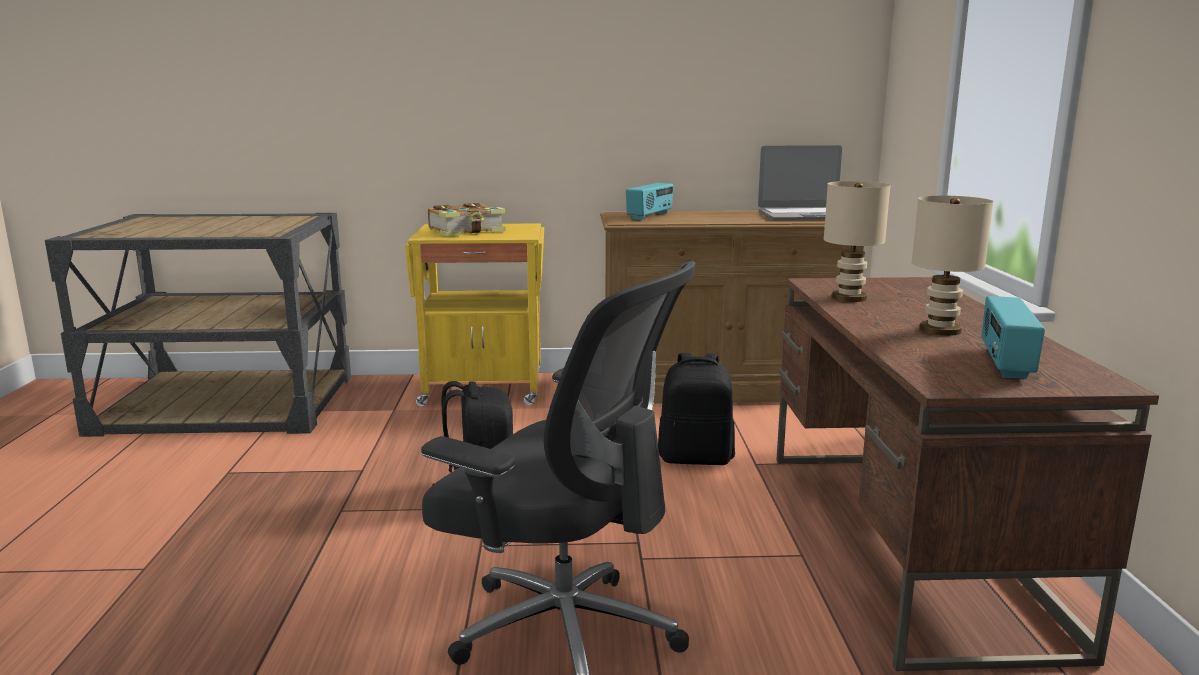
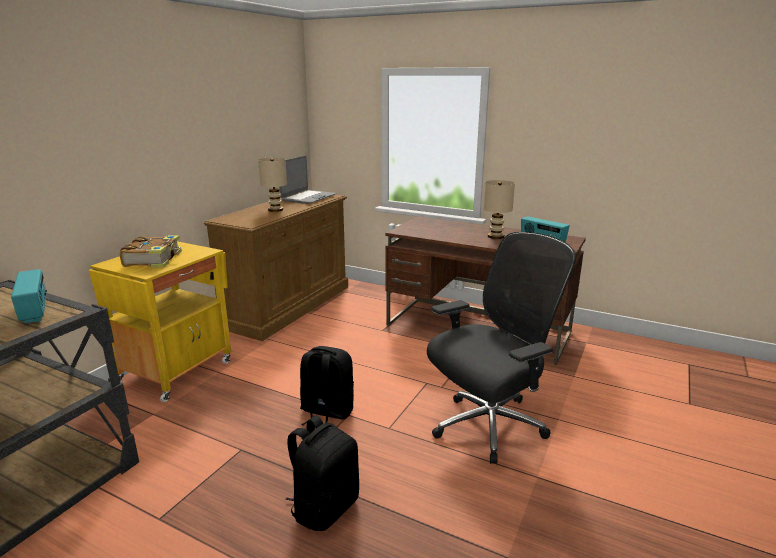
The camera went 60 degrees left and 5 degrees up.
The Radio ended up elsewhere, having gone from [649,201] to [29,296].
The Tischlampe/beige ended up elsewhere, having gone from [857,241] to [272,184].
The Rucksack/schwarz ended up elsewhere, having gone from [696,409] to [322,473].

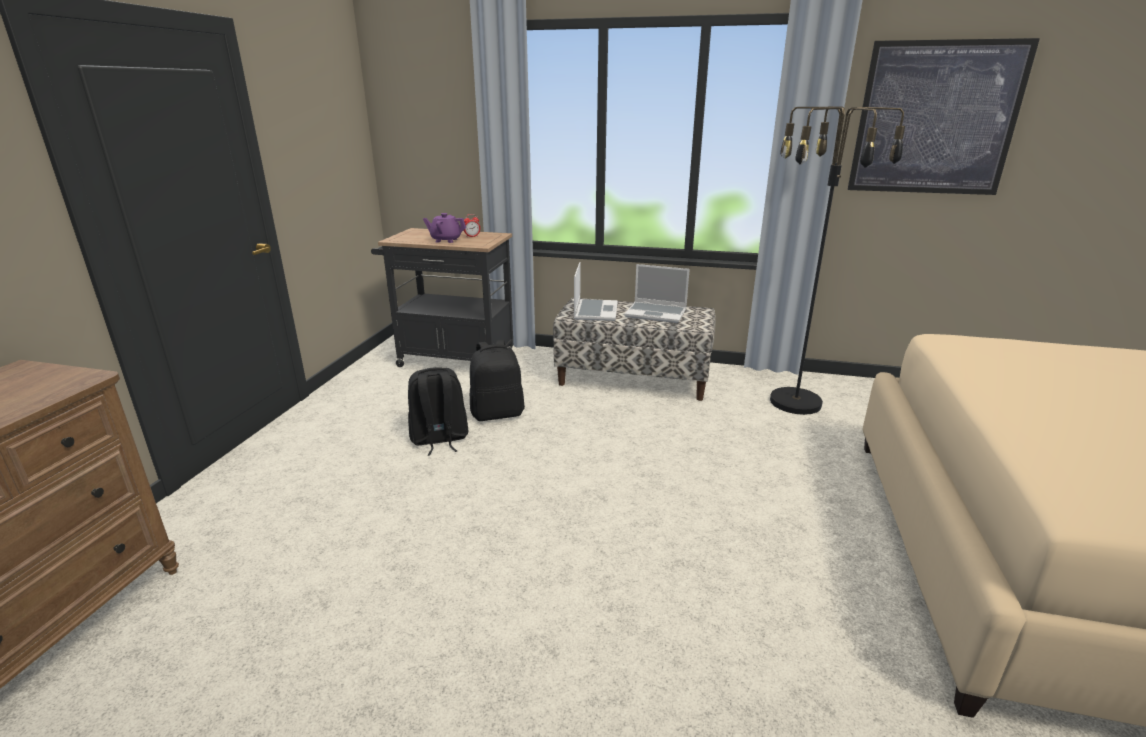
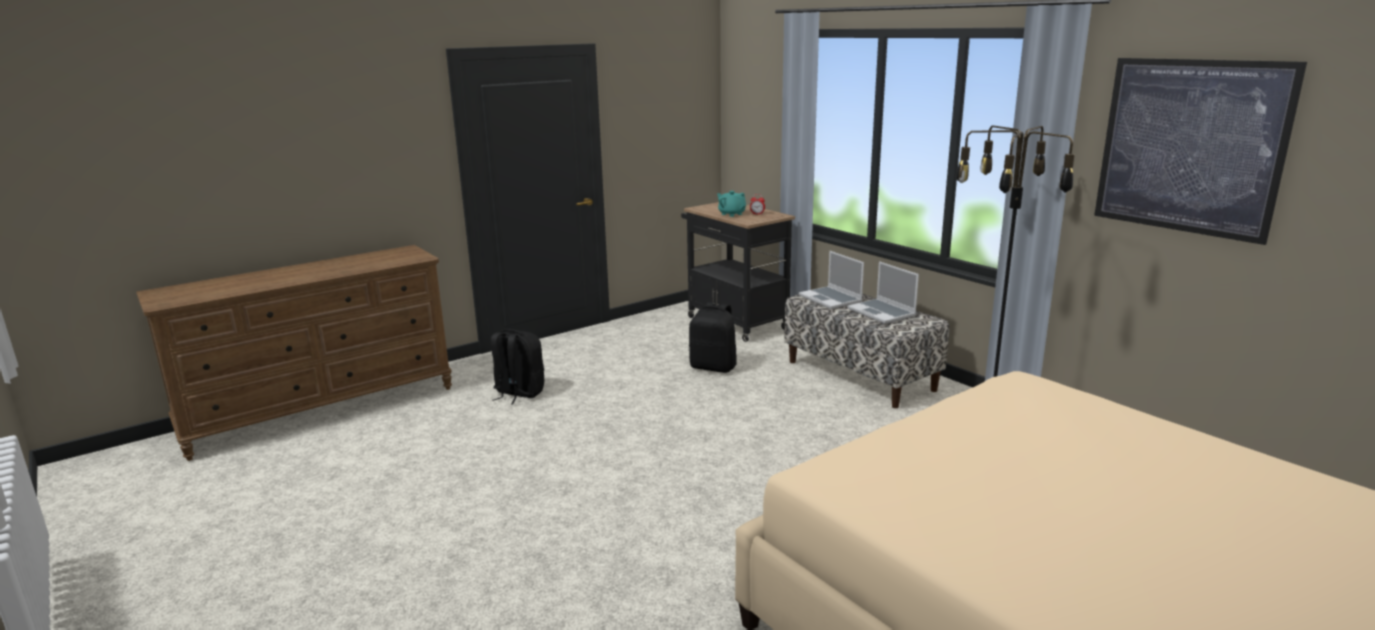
The camera went 40 degrees right and 5 degrees down.
The Rucksack/schwarz ended up elsewhere, having gone from [438,411] to [517,366].
What was the Teekanne/lila at [444,228] turned into the Teekanne/türkis at [731,204].
The Laptop at [596,291] ended up facing another way, 105 degrees clockwise from before.

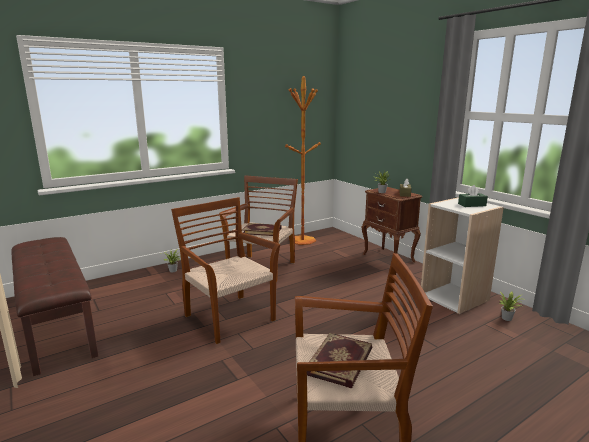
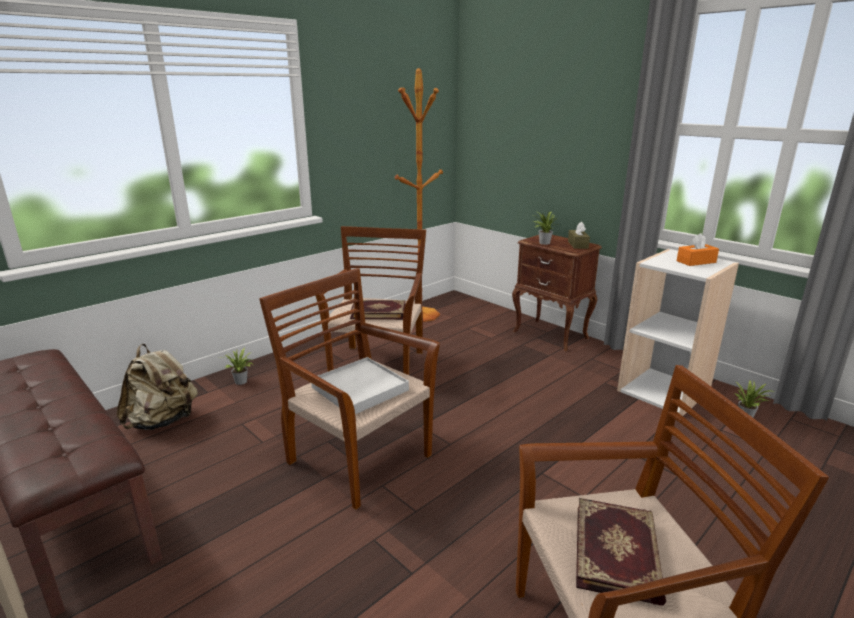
The camera went 10 degrees left and 5 degrees up.
The second view gained the Rucksack/beige at [157,387].
The second view gained the Tablett/weiß at [360,385].
What was the Taschentuchbox/grün at [473,196] turned into the Taschentuchbox/orange at [698,249].

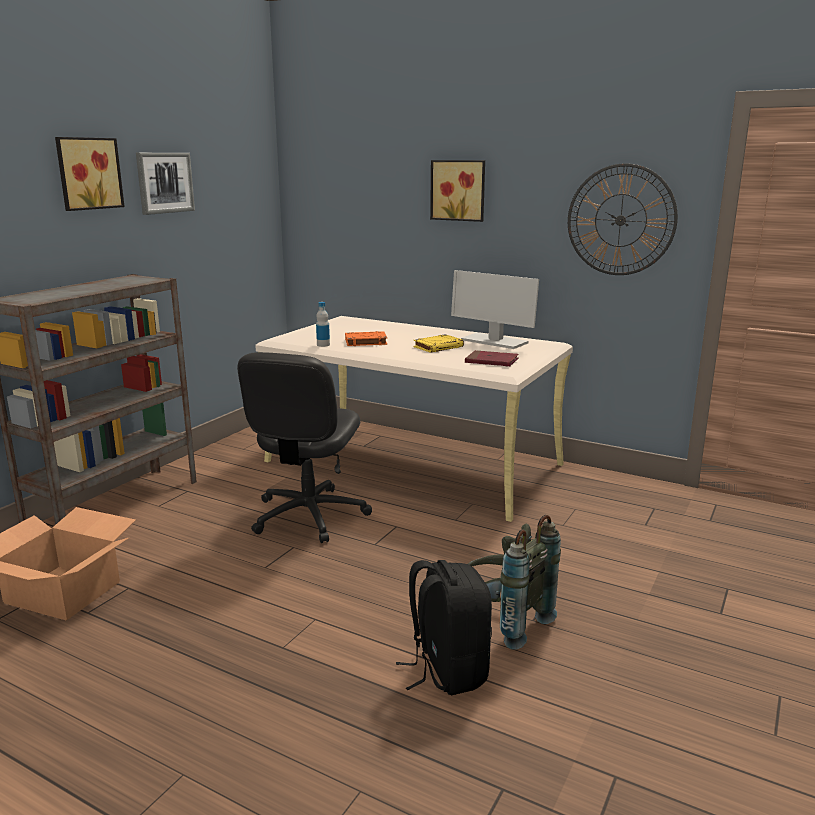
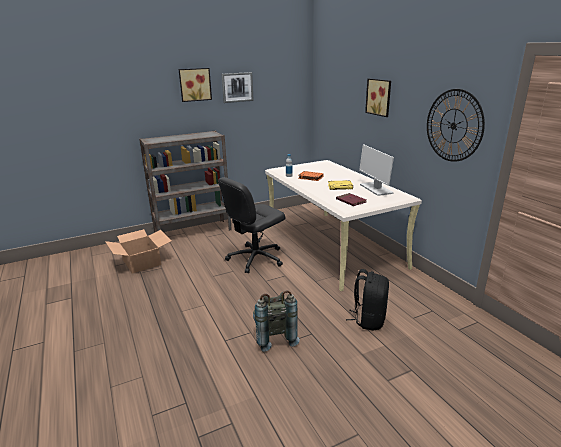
The camera went 35 degrees right and 5 degrees up.
The Rucksack/schwarz ended up elsewhere, having gone from [444,627] to [367,299].

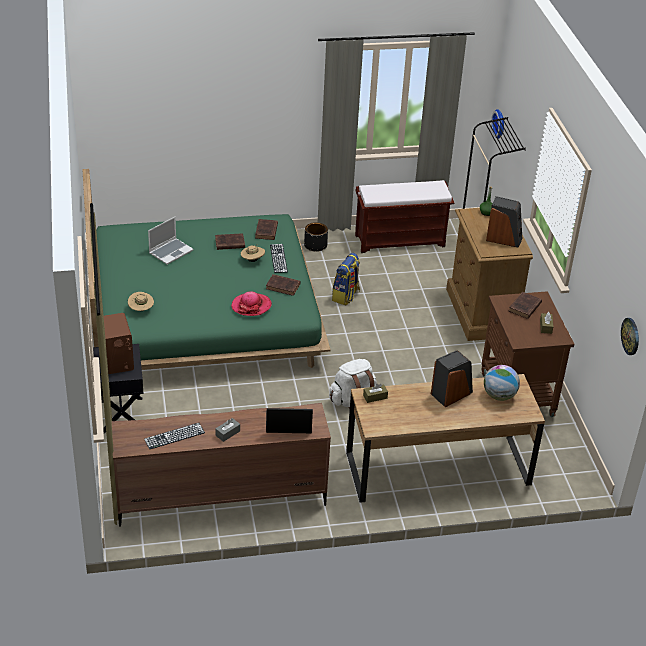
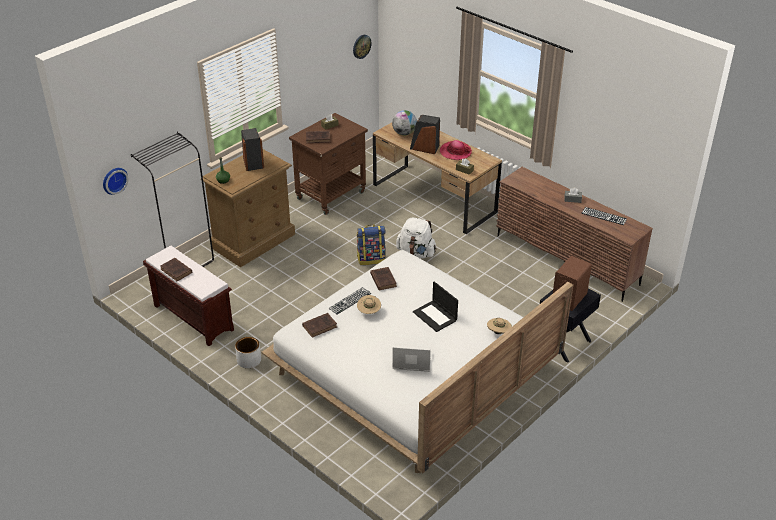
The camera went 125 degrees left and 0 degrees up.
The Buch/braun ended up elsewhere, having gone from [230,241] to [176,269].
What was the Pflanzkübel/schwarz at [316,237] turned into the Pflanzkübel/weiß at [248,352].
What was the Bett/grün at [206,269] turned into the Bett/weiß at [417,361].
The Rucksack ended up elsewhere, having gone from [346,279] to [371,245].
The Laptop ended up elsewhere, having gone from [289,420] to [435,306].
The Hut ended up elsewhere, having gone from [251,303] to [456,150].

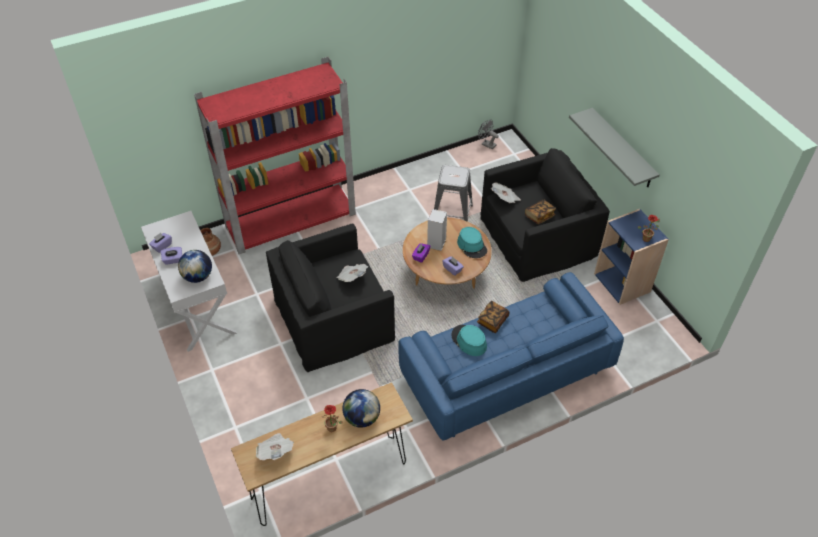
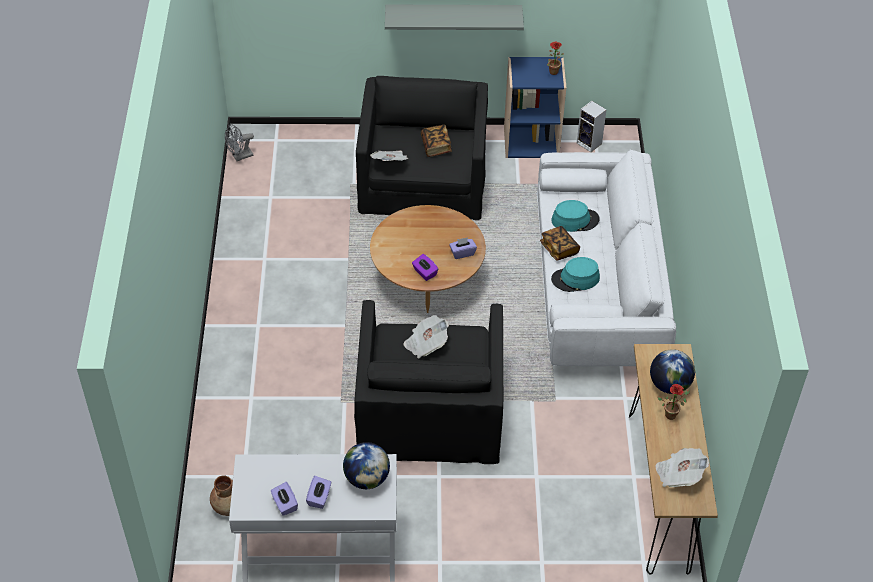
The camera went 65 degrees left and 0 degrees up.
What was the Sofa/blau at [511,356] turned into the Sofa/weiß at [606,257].
The Hut/türkis ended up elsewhere, having gone from [472,242] to [575,216].
The Lautsprecher ended up elsewhere, having gone from [437,230] to [591,126].
The second view lost the Bücherregal/rot at [275,155].
The second view lost the Hocker/grau at [453,193].

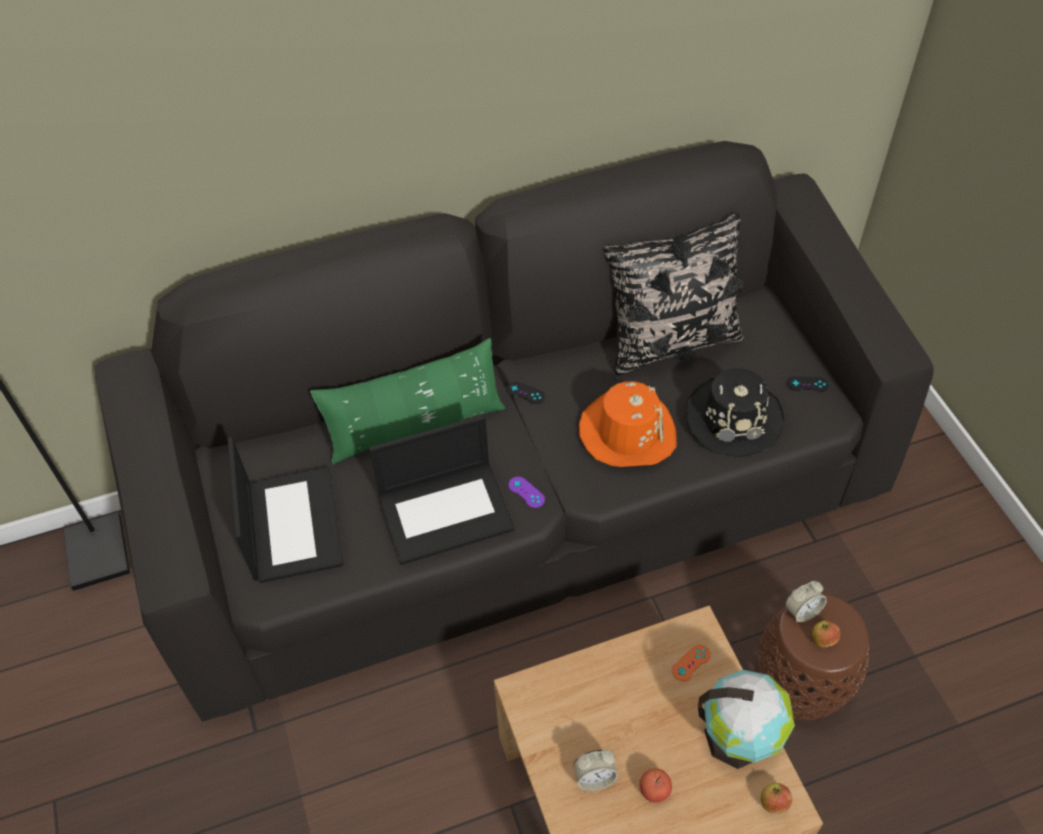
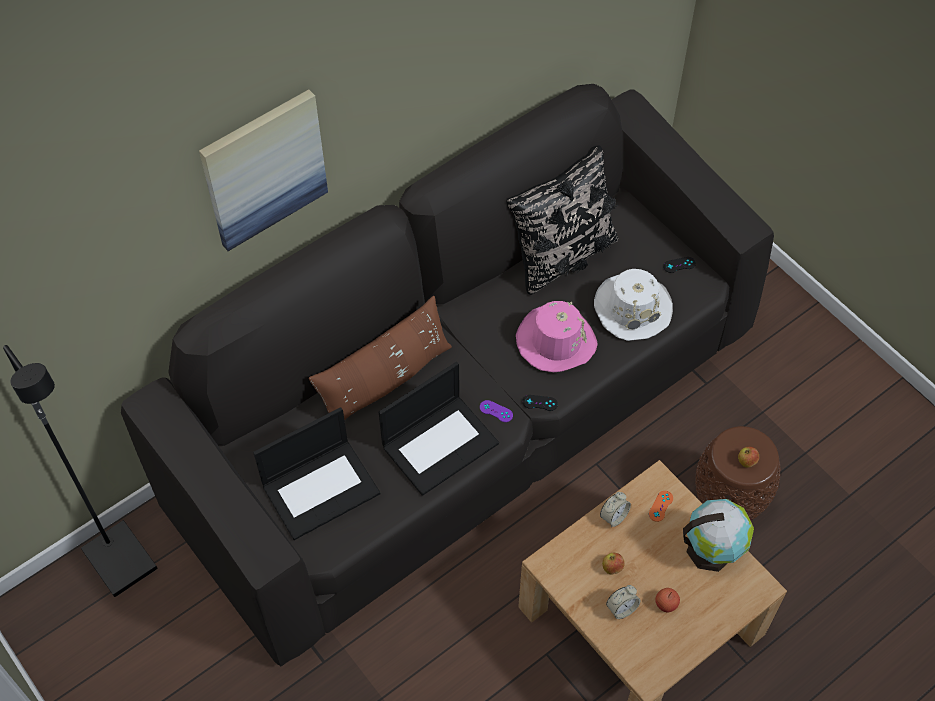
The camera went 20 degrees left and 5 degrees up.
The second view gained the Bild at [263,170].
The Laptop at [285,510] ended up facing another way, 90 degrees clockwise from before.
What was the Kissen/grün at [407,401] turned into the Kissen/braun at [380,358].
What was the Hut/orange at [628,424] turned into the Hut/rosa at [557,336].
The Gamepad/schwarz ended up elsewhere, having gone from [525,393] to [540,403].
What was the Hut/schwarz at [735,412] turned into the Hut/weiß at [633,305].
The Wecker ended up elsewhere, having gone from [806,601] to [615,509].
The Apfel ended up elsewhere, having gone from [776,798] to [613,564].

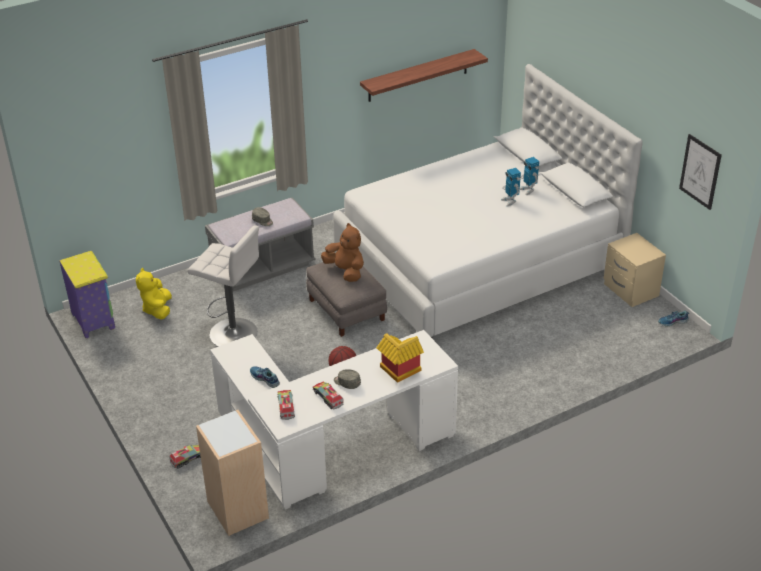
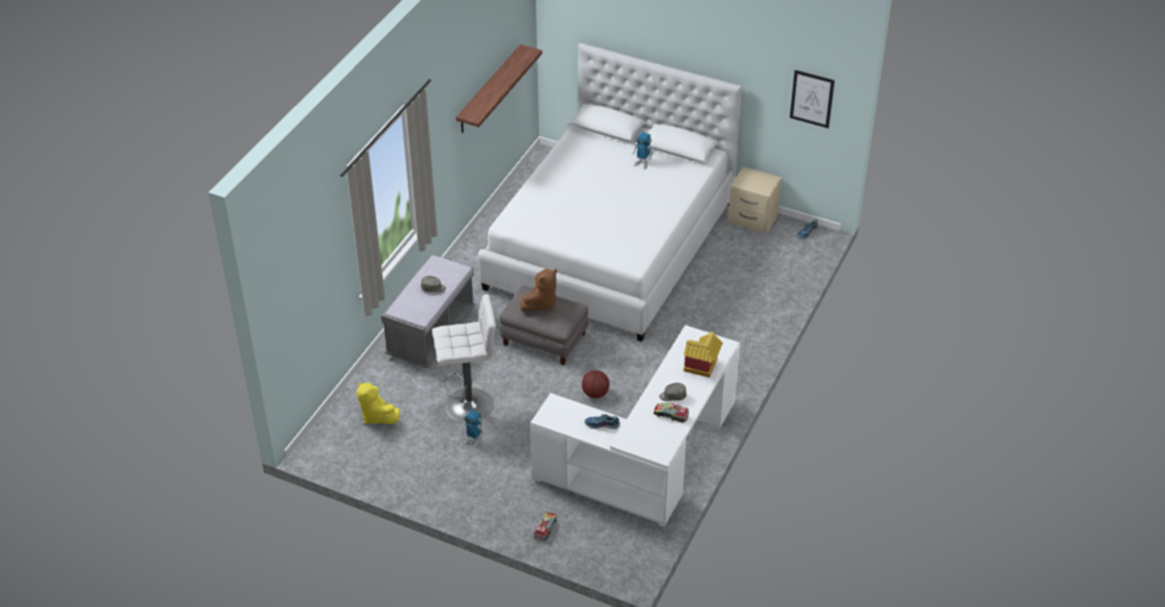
The camera went 35 degrees left and 5 degrees up.
The Spielzeugroboter ended up elsewhere, having gone from [511,187] to [473,429].
The Plüschtier/braun at [342,252] ended up facing another way, 120 degrees clockwise from before.
The second view lost the Nachttisch at [87,294].
The second view lost the Bücherregal at [232,473].
The second view lost the Spielzeuglaster at [286,405].

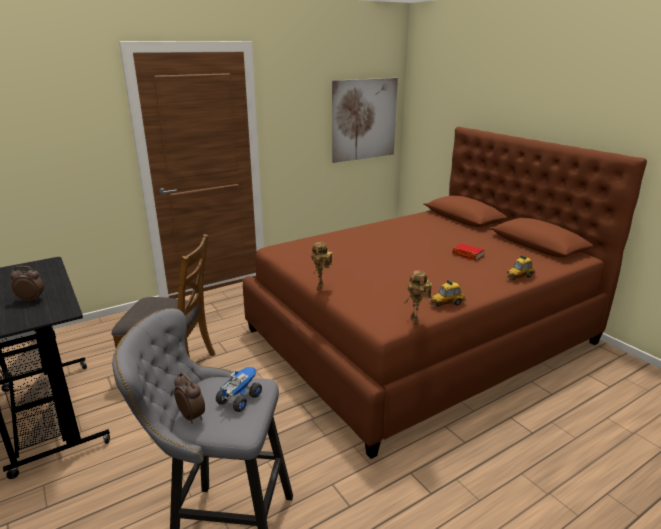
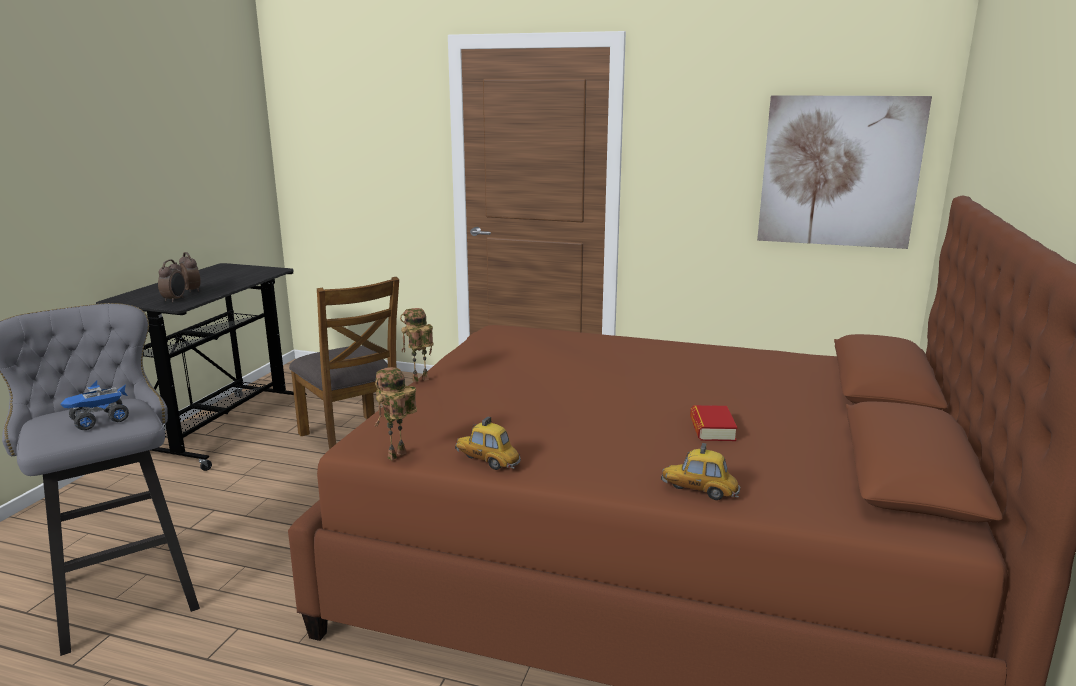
The camera went 50 degrees right and 5 degrees down.
The Spielzeuglaster at [239,389] ended up facing another way, 150 degrees clockwise from before.
The Wecker ended up elsewhere, having gone from [189,398] to [171,281].

